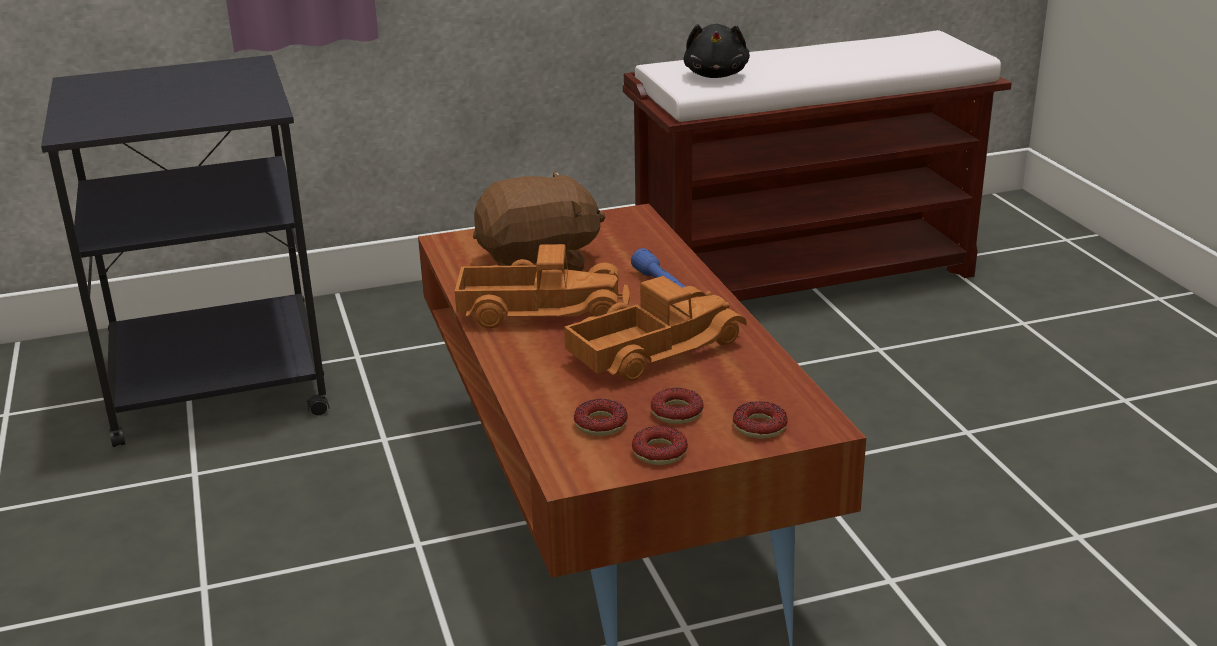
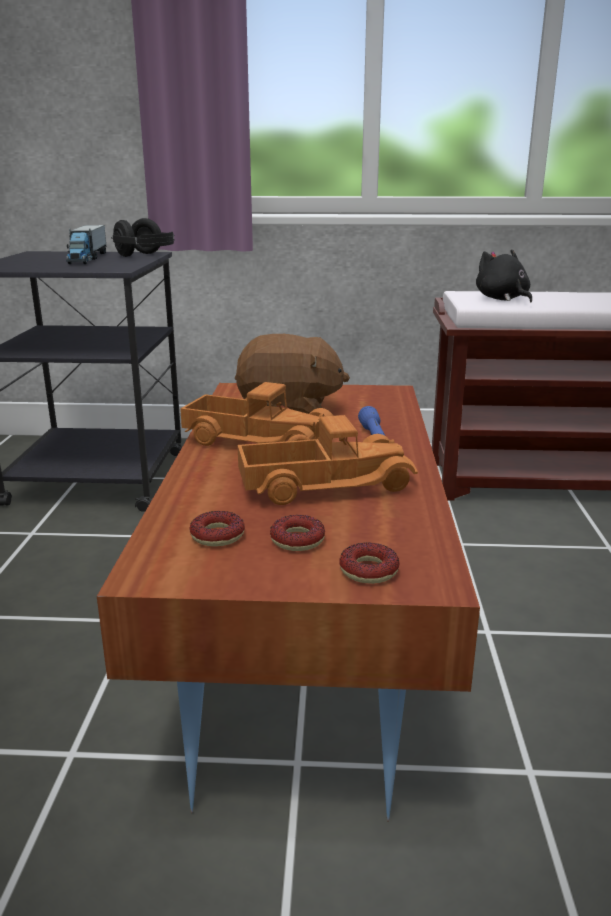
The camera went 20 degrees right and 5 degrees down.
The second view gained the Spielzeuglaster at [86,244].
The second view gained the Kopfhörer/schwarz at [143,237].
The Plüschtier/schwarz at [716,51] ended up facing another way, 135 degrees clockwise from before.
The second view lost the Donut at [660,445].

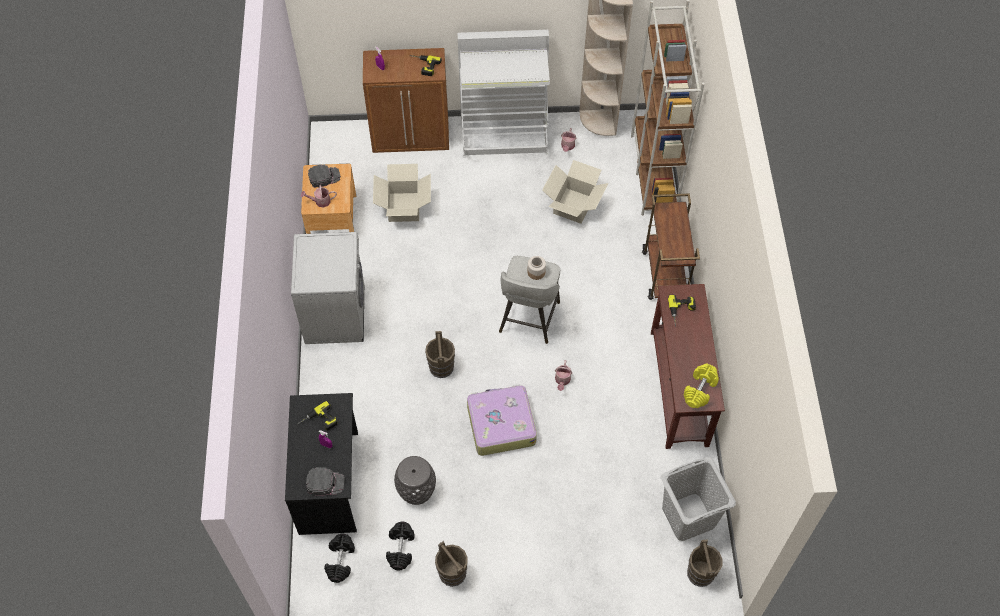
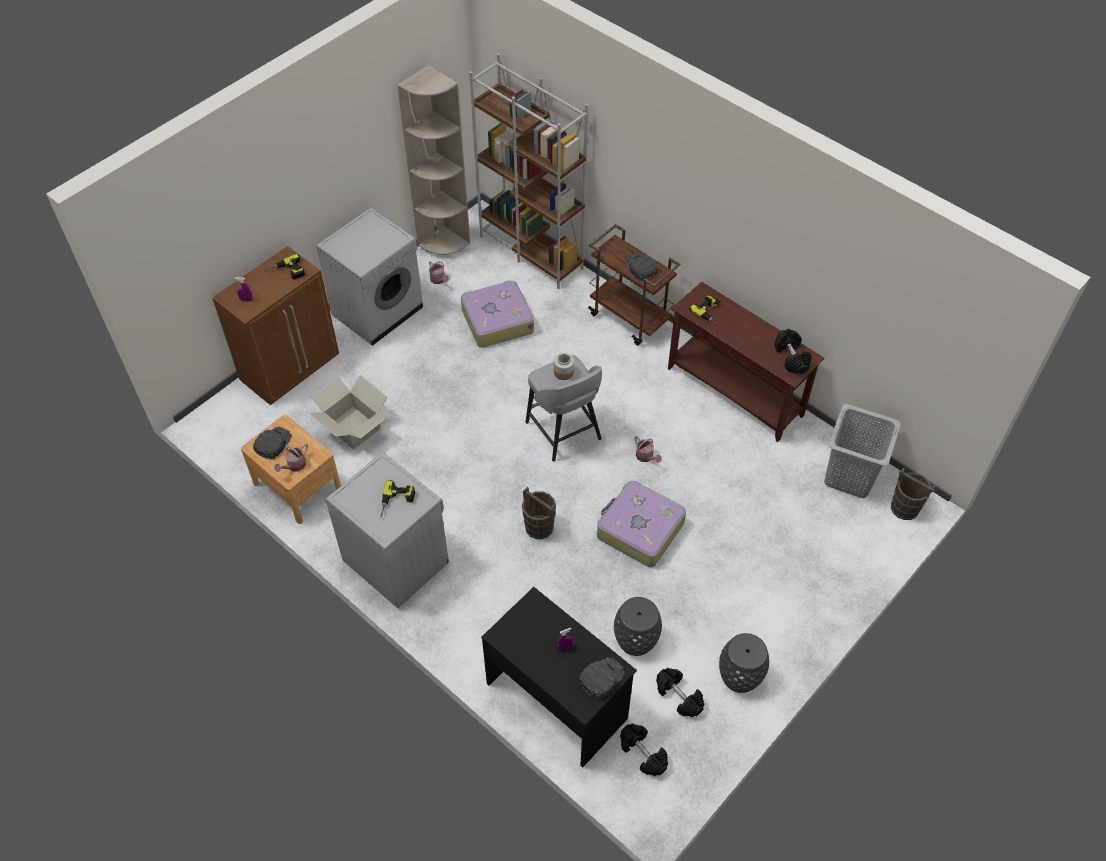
The camera went 45 degrees left and 5 degrees down.
Where the Schuhregal/weiß stood at [504,94], the Waschmaschine/weiß came to stand at [369,277].
The Bohrmaschine ended up elsewhere, having gone from [317,416] to [398,498].
Where the Karton stood at [575,192], the Koffer came to stand at [497,314].
The second view gained the Kappe/schwarz at [641,267].
Where the Eimer/braun stood at [451,564], the Hocker/grau came to stand at [744,663].
What was the Hantel/gelb at [701,386] turned into the Hantel/schwarz at [793,351].

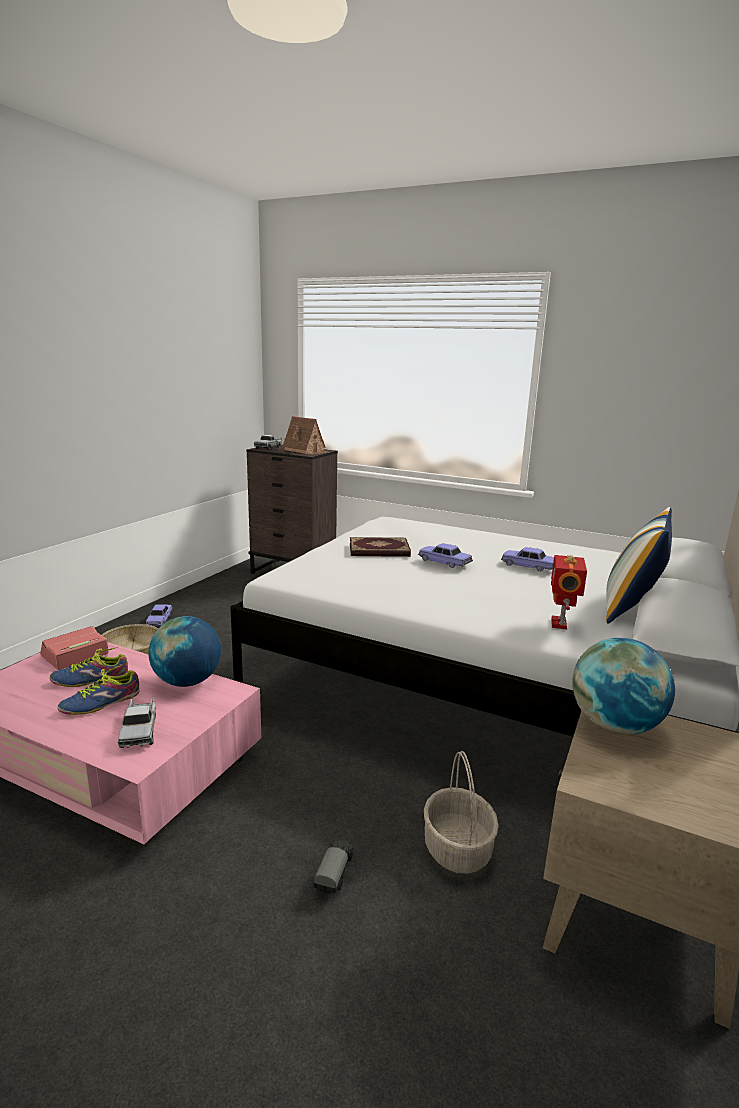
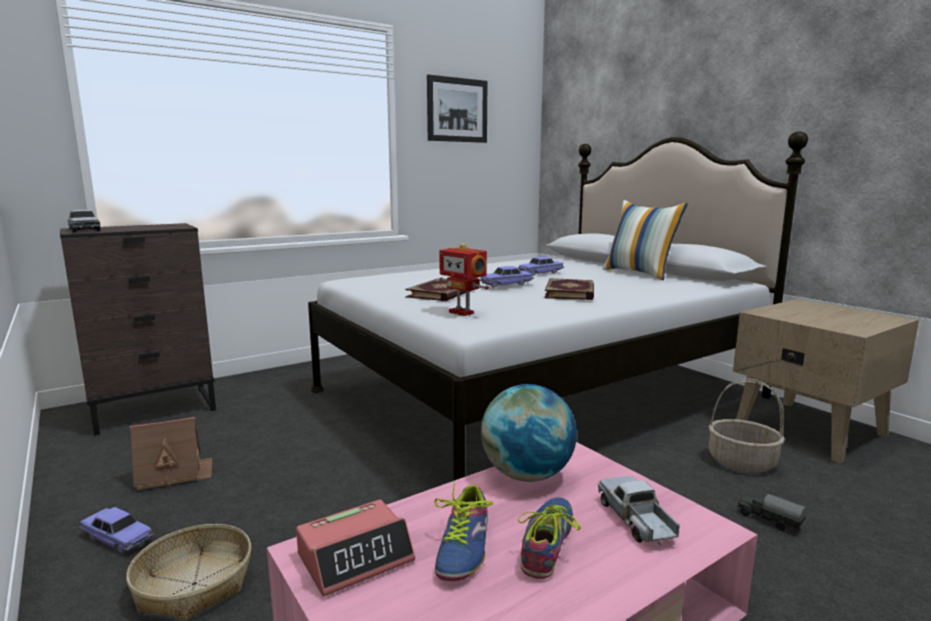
The camera went 60 degrees left and 5 degrees down.
The Spielzeughaus ended up elsewhere, having gone from [304,435] to [170,454].
The Wecker at [75,648] ended up facing another way, 105 degrees counterclockwise from before.
The second view gained the Bild at [457,109].
The Spielzeugroboter ended up elsewhere, having gone from [569,592] to [464,279].
The Schuh at [98,689] ended up facing another way, 150 degrees counterclockwise from before.
The second view gained the Buch at [569,289].
The Spielzeuglaster at [137,722] ended up facing another way, 120 degrees counterclockwise from before.
The second view lost the Globus at [623,686].

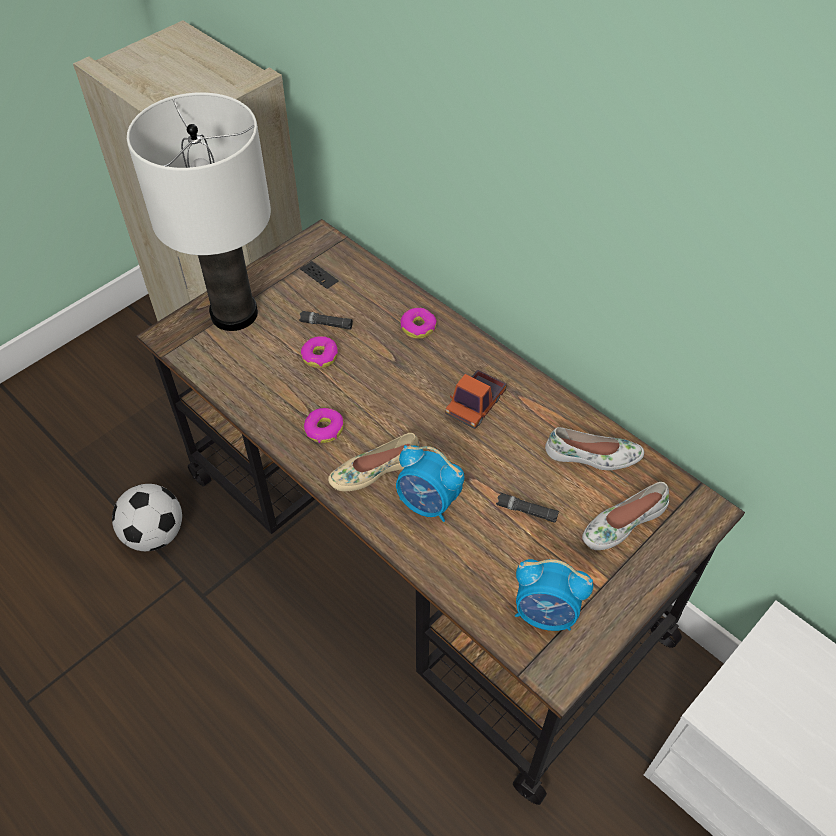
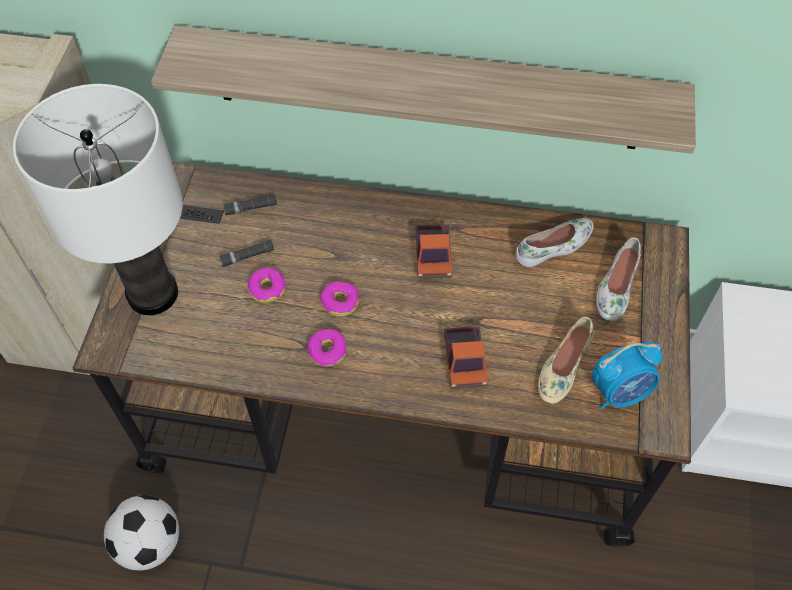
The camera went 35 degrees left and 5 degrees up.
The second view gained the Wandregal at [423,89].
The Taschenlampe/schwarz ended up elsewhere, having gone from [527,507] to [250,204].
The Donut ended up elsewhere, having gone from [418,323] to [340,299].
Where the Wecker stood at [430,483], the Spielzeuglaster came to stand at [467,357].
The Schuh/beige ended up elsewhere, having gone from [374,462] to [566,360].

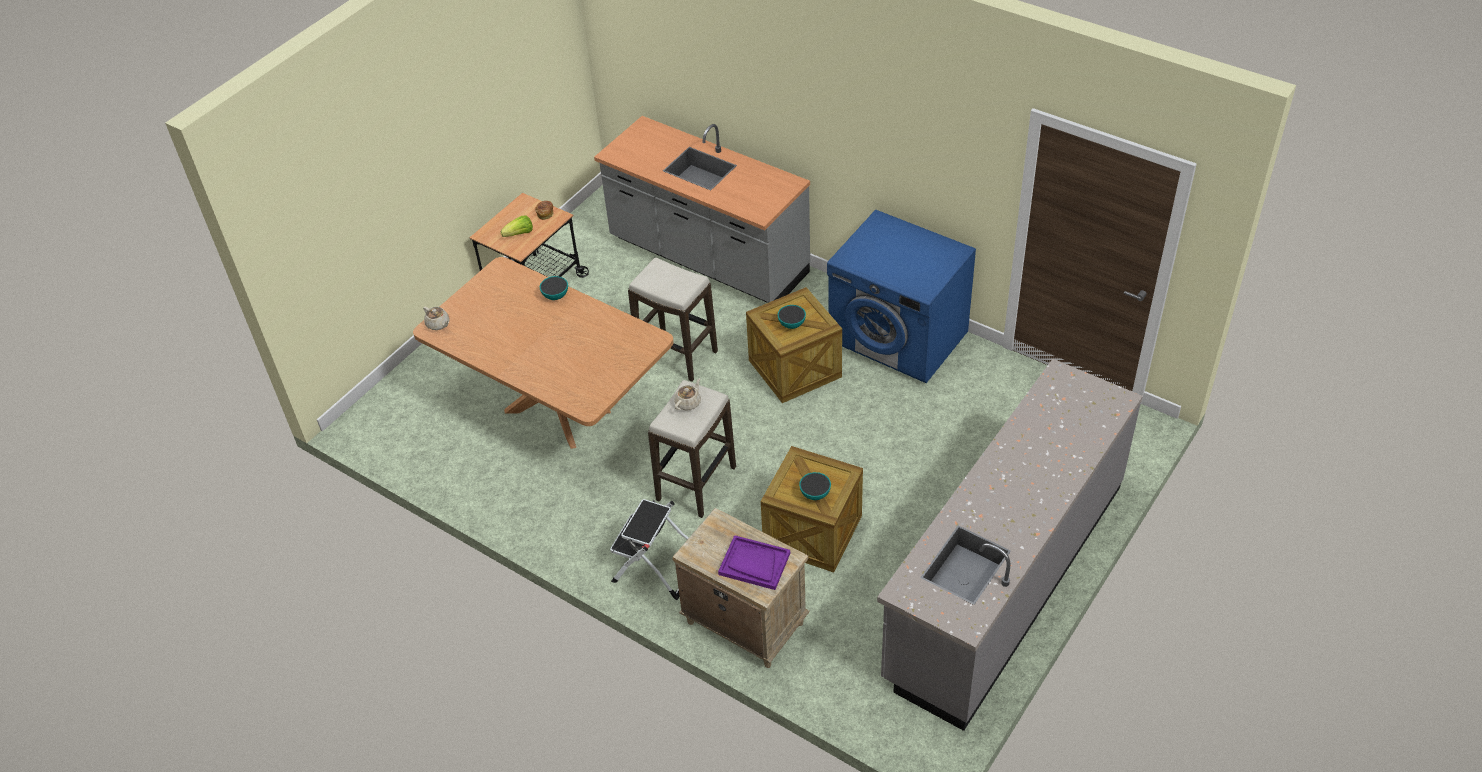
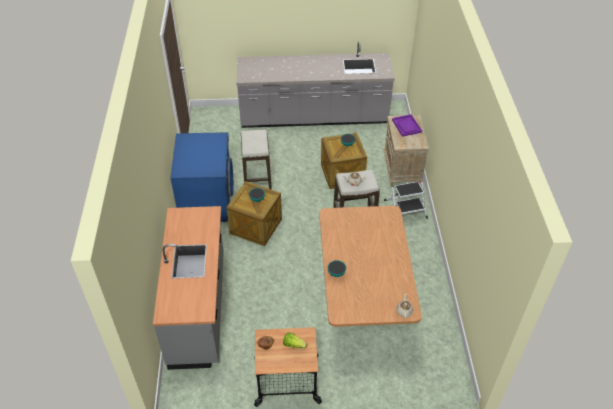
The camera went 130 degrees left and 0 degrees up.
The Hocker ended up elsewhere, having gone from [673,320] to [256,160].

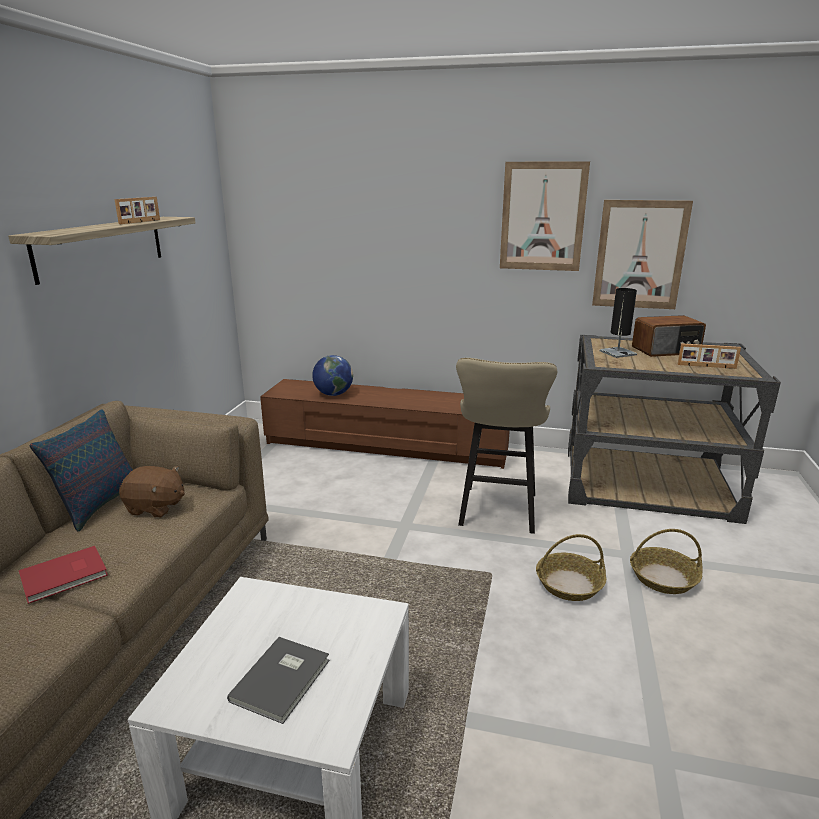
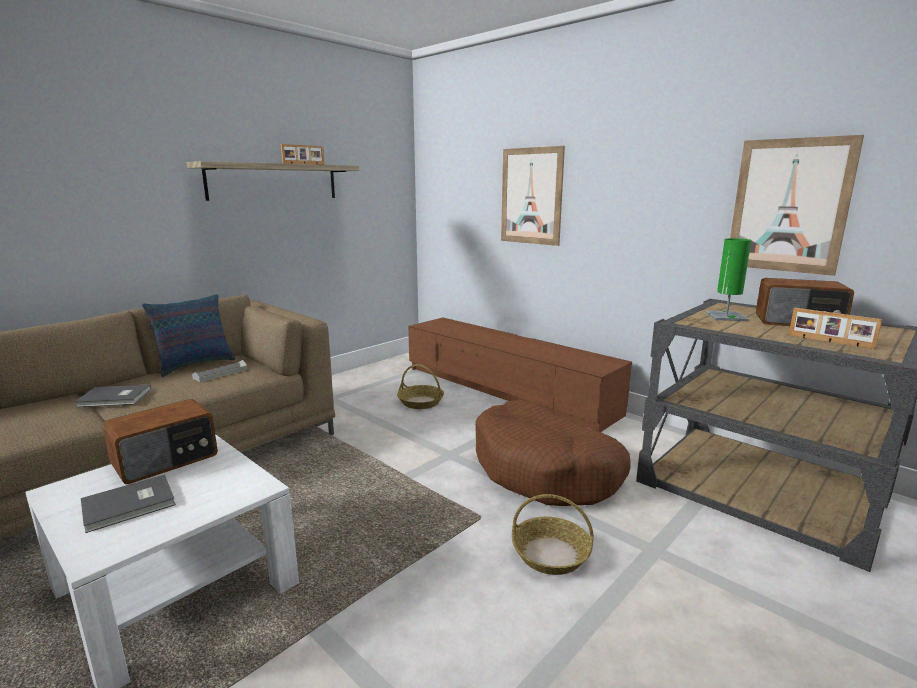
The camera went 30 degrees right and 5 degrees down.
What was the Buch/rot at [63,575] turned into the Buch/grau at [113,396].
The second view gained the Radio at [160,441].
Where the Plüschtier/braun stood at [152,492], the Tablett/grau came to stand at [219,371].
The Korb ended up elsewhere, having gone from [666,561] to [420,386].
Where the Hocker/beige stood at [506,446], the Hundebett/braun came to stand at [552,453].
The Bild ended up elsewhere, having gone from [545,216] to [533,196].
What was the Tischlampe/schwarz at [618,323] turned into the Tischlampe/grün at [728,279].
The second view lost the Globus at [332,375].

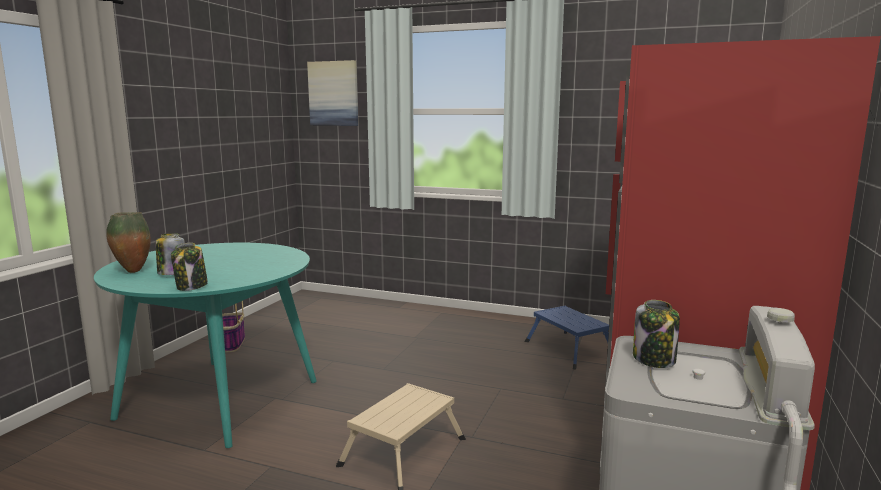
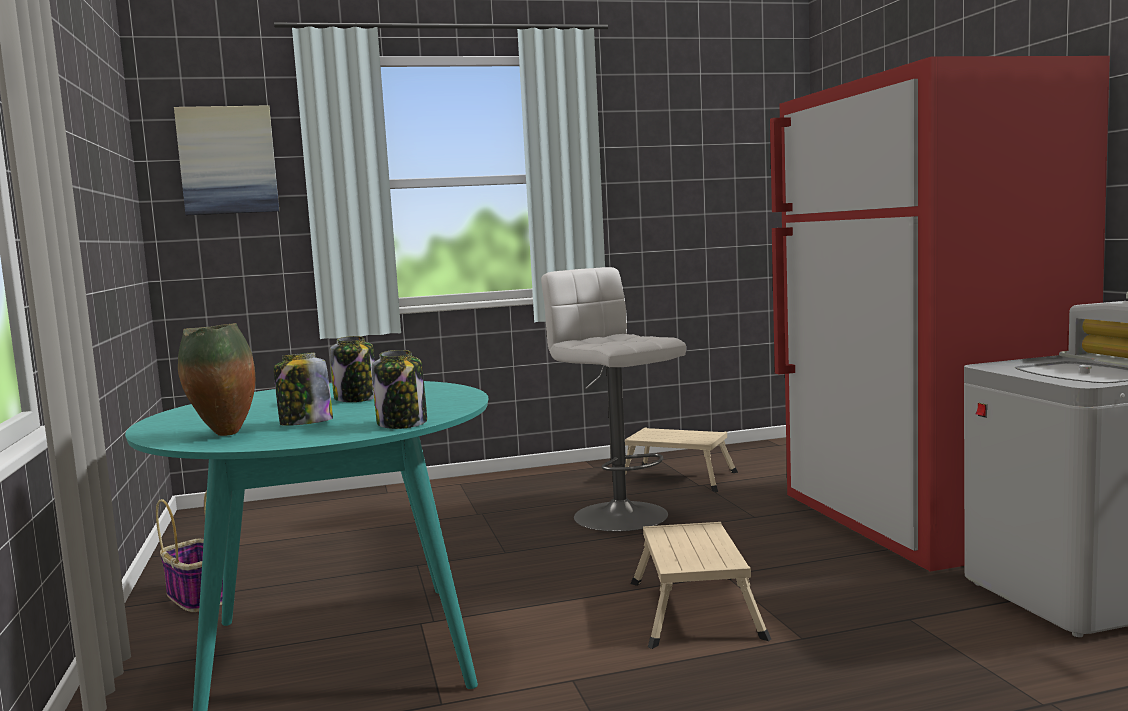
The camera went 35 degrees left and 5 degrees down.
The Vorratsglas ended up elsewhere, having gone from [656,334] to [352,369].
The second view gained the Hocker/weiß at [613,399].
What was the Trittleiter/blau at [566,337] turned into the Trittleiter/beige at [681,460].

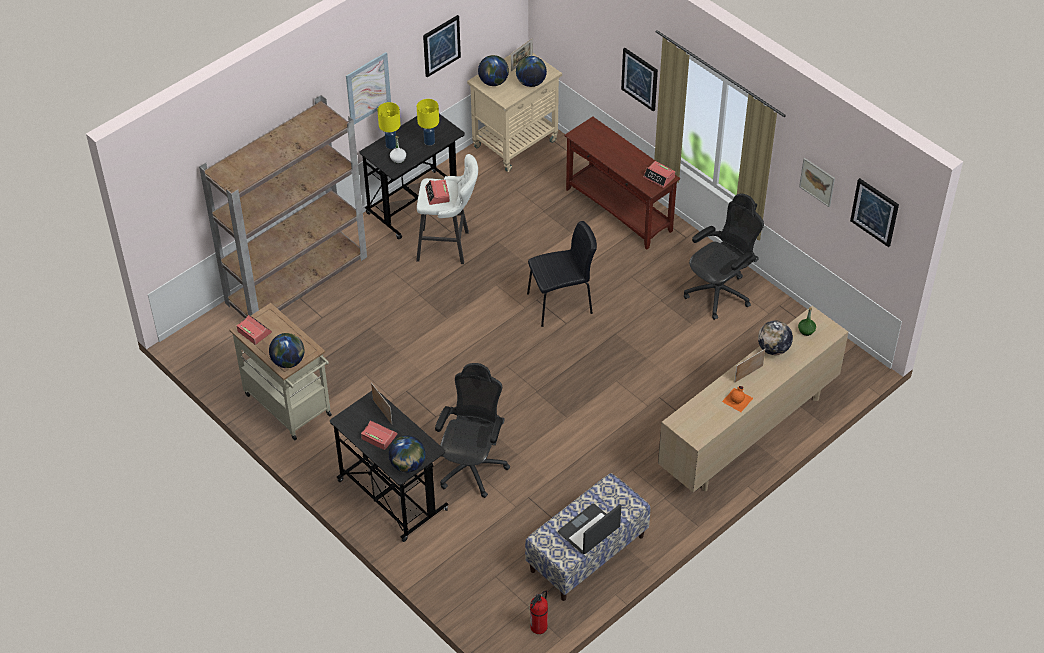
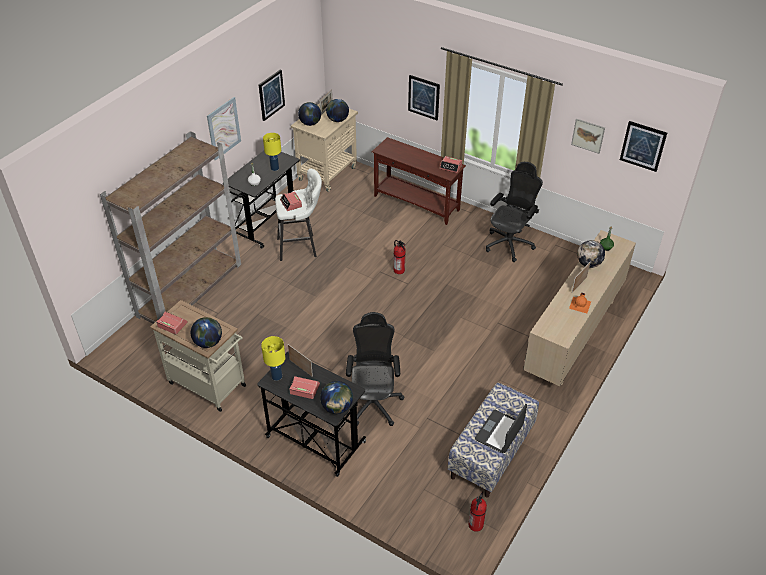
The camera went 15 degrees left and 5 degrees down.
The Tischlampe/gelb ended up elsewhere, having gone from [389,125] to [273,358].
Where the Stuhl/schwarz stood at [562,274], the Feuerlöscher came to stand at [400,257].

